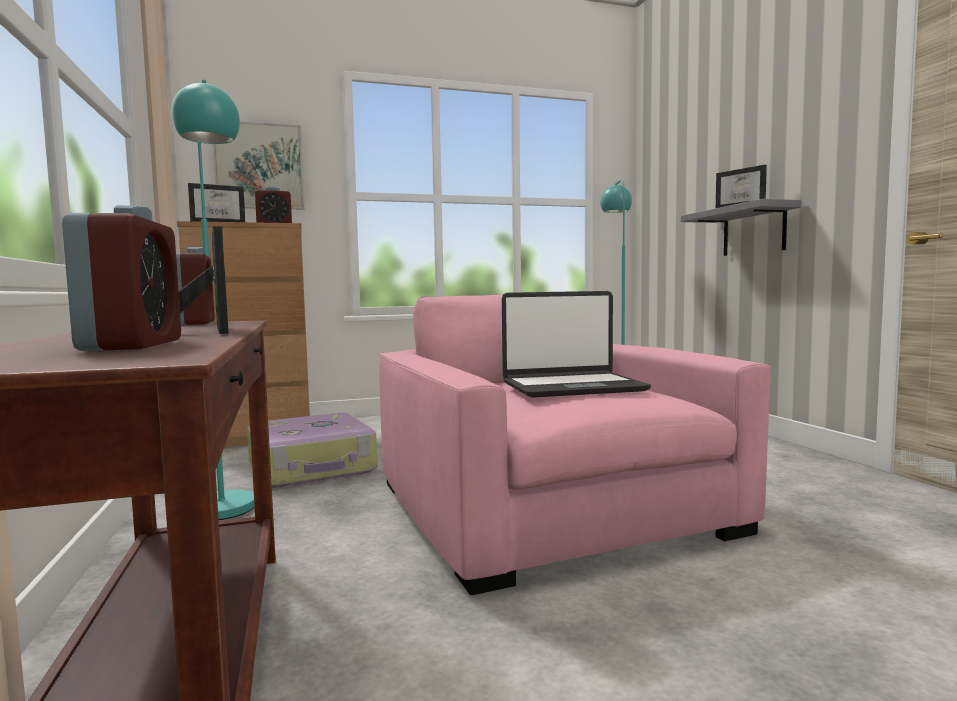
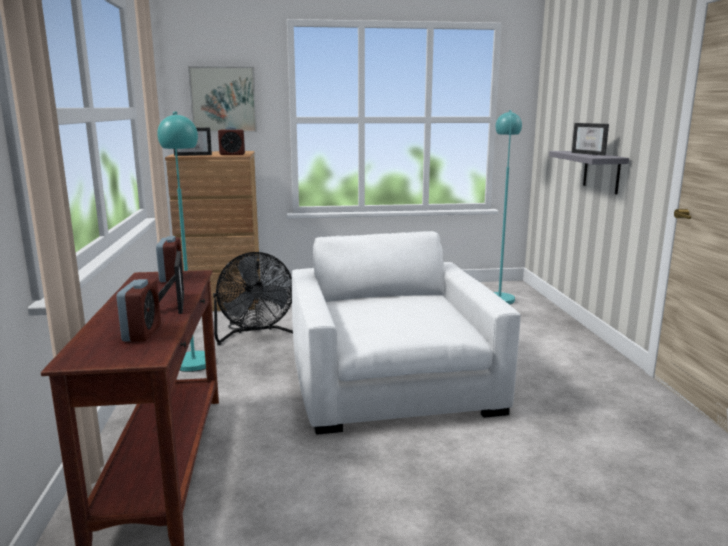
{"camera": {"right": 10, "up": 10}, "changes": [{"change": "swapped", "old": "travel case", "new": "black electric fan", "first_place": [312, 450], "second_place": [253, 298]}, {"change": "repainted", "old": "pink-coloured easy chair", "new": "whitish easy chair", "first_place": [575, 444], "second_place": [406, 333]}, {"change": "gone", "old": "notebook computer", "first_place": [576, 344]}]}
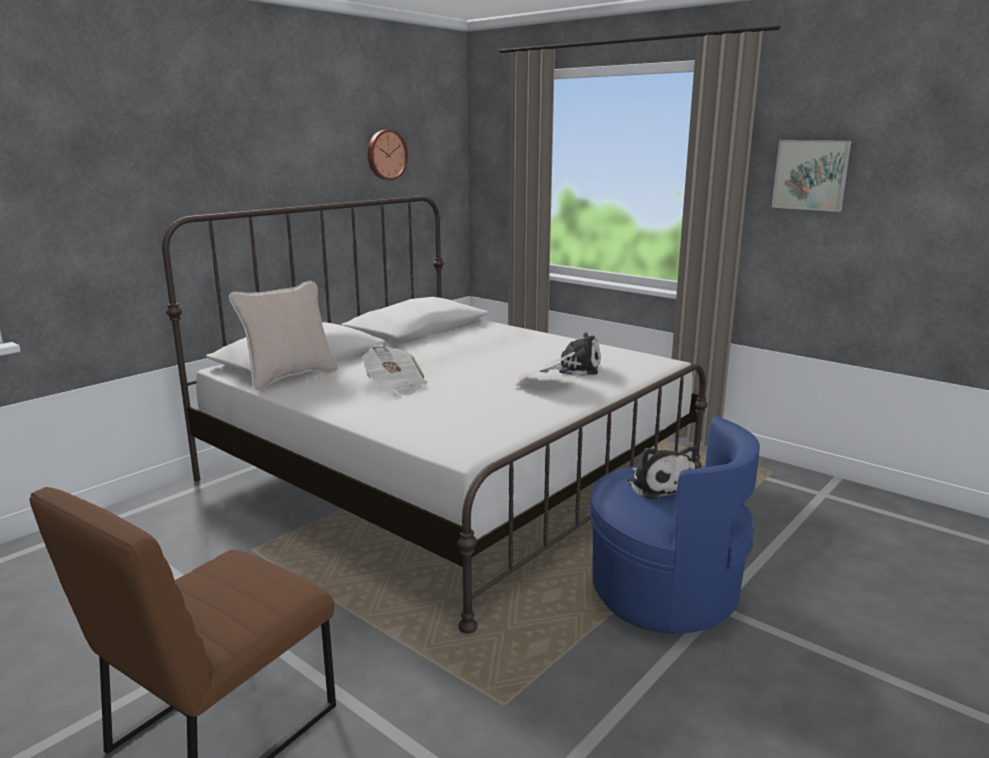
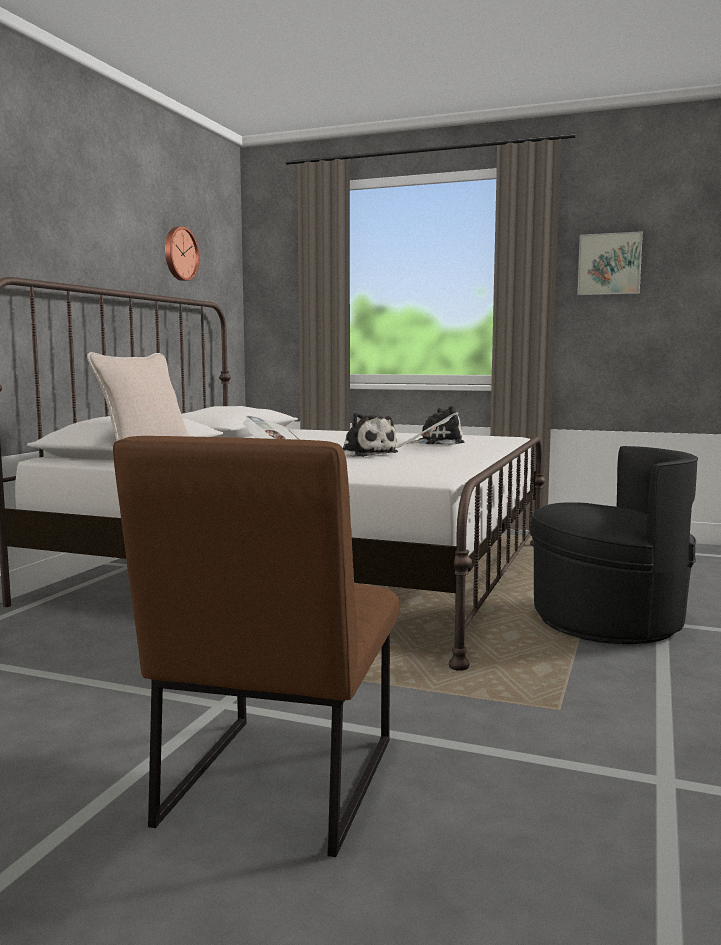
{"camera": {"right": -20, "up": -10}, "changes": [{"change": "repainted", "old": "bluish easy chair", "new": "black easy chair", "first_place": [674, 525], "second_place": [614, 545]}, {"change": "shifted", "old": "plush toy", "first_place": [661, 473], "second_place": [370, 435]}]}
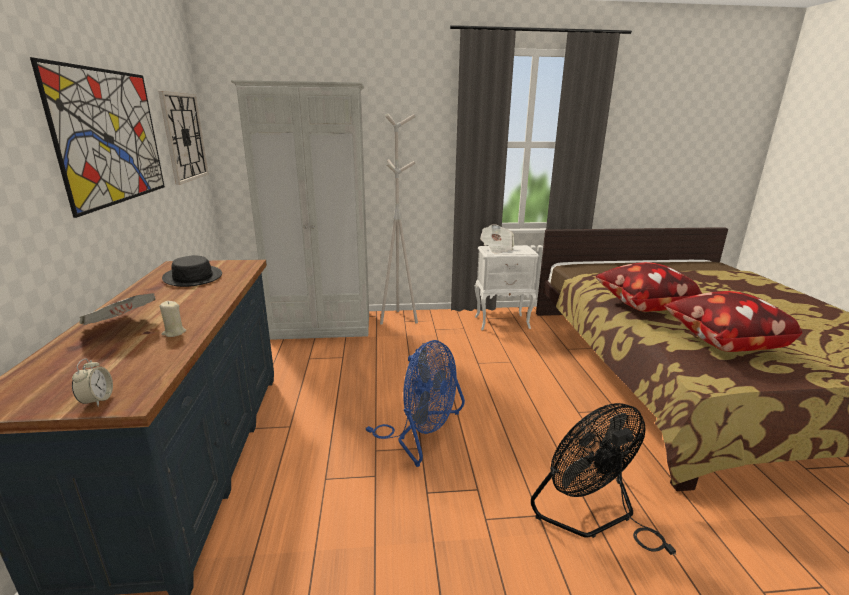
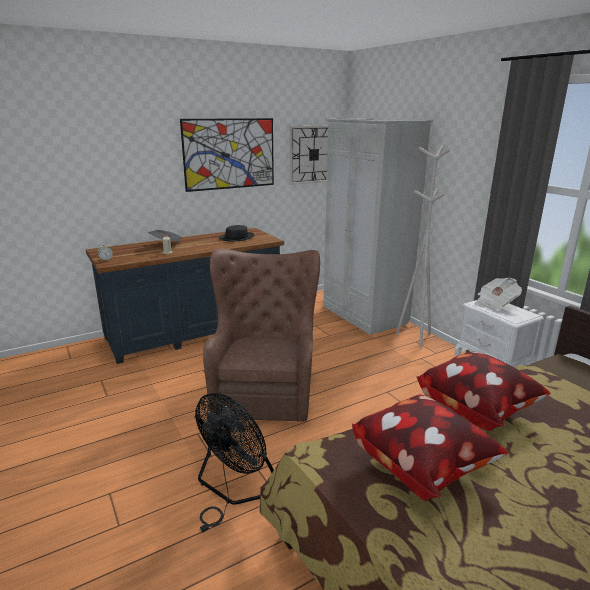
{"camera": {"right": 65, "up": 0}, "changes": [{"change": "swapped", "old": "bluish electric fan", "new": "brownish easy chair", "first_place": [415, 403], "second_place": [261, 335]}]}
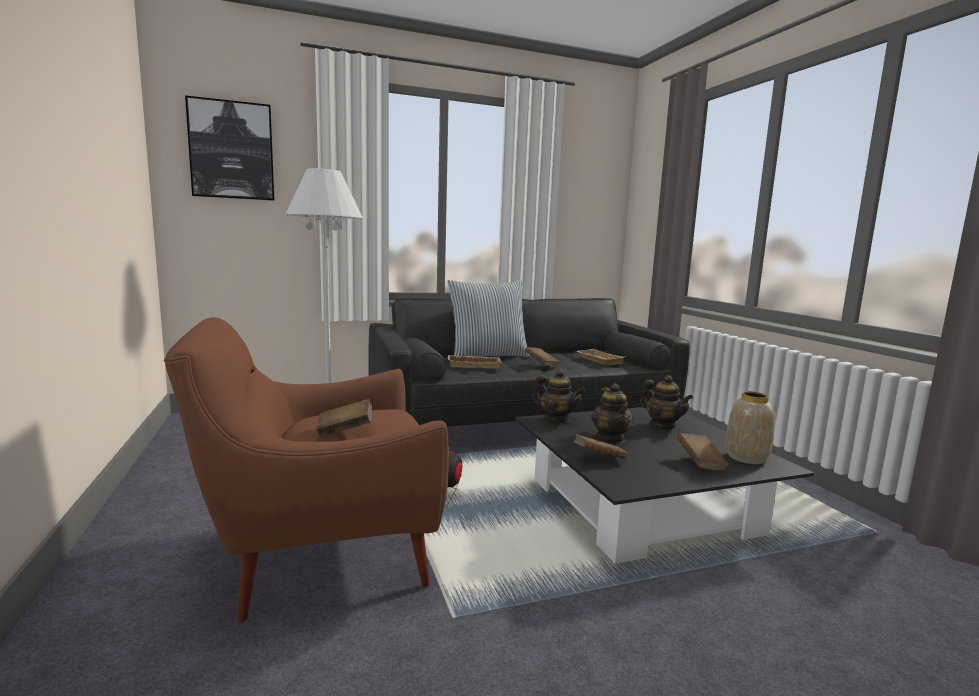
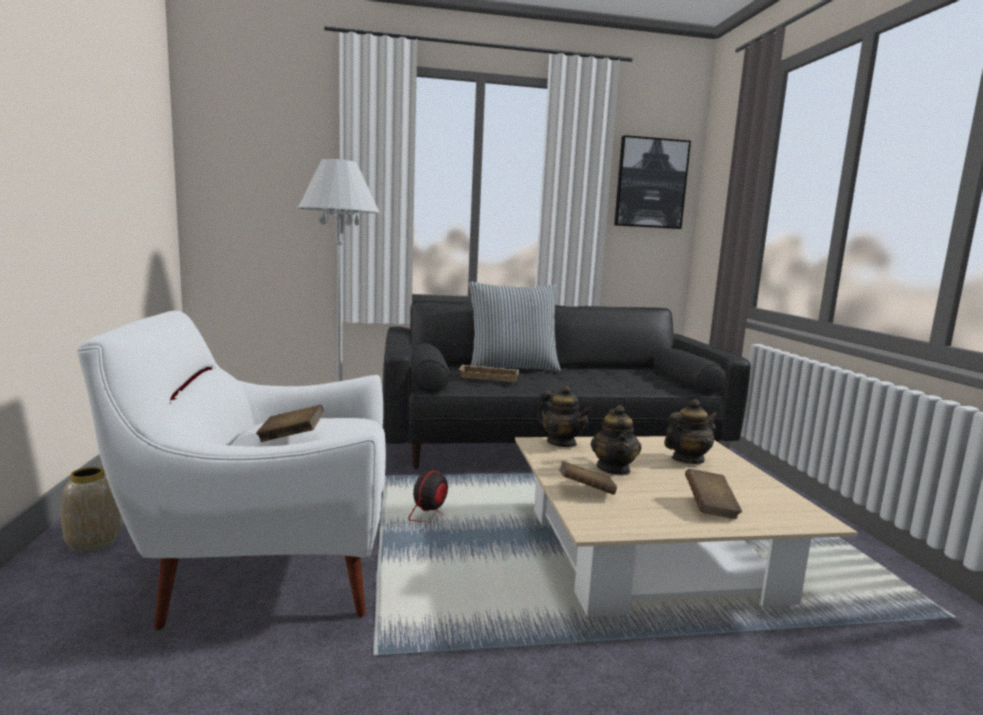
{"camera": {"right": 10, "up": 0}, "changes": [{"change": "repainted", "old": "brownish easy chair", "new": "whitish easy chair", "first_place": [306, 469], "second_place": [231, 470]}, {"change": "shifted", "old": "wall picture", "first_place": [230, 148], "second_place": [652, 182]}, {"change": "repainted", "old": "black coffee table", "new": "beige-coloured coffee table", "first_place": [664, 485], "second_place": [686, 526]}, {"change": "gone", "old": "brownish book", "first_place": [542, 356]}, {"change": "gone", "old": "beige-coloured serving tray", "first_place": [601, 357]}, {"change": "rotated", "old": "pot for tea", "first_place": [666, 402], "second_place": [691, 431], "degrees": -90}, {"change": "shifted", "old": "decorative vase", "first_place": [750, 427], "second_place": [91, 510]}]}
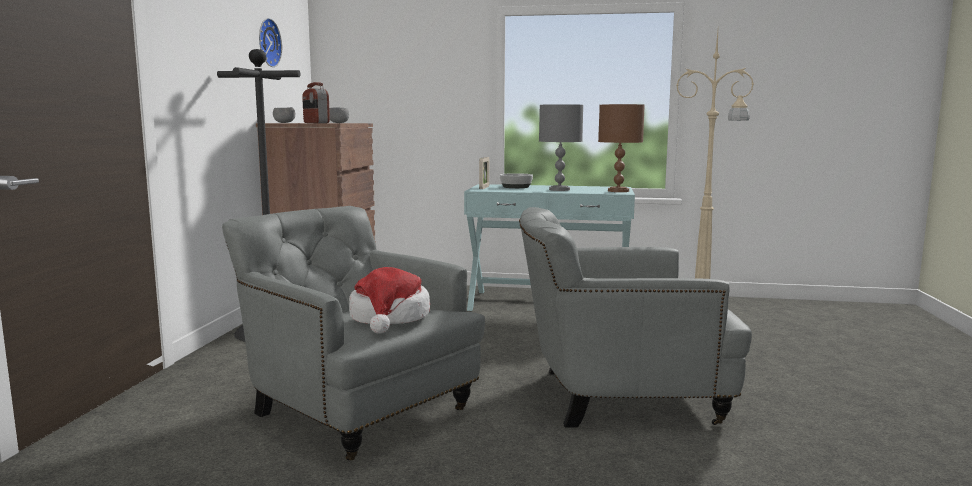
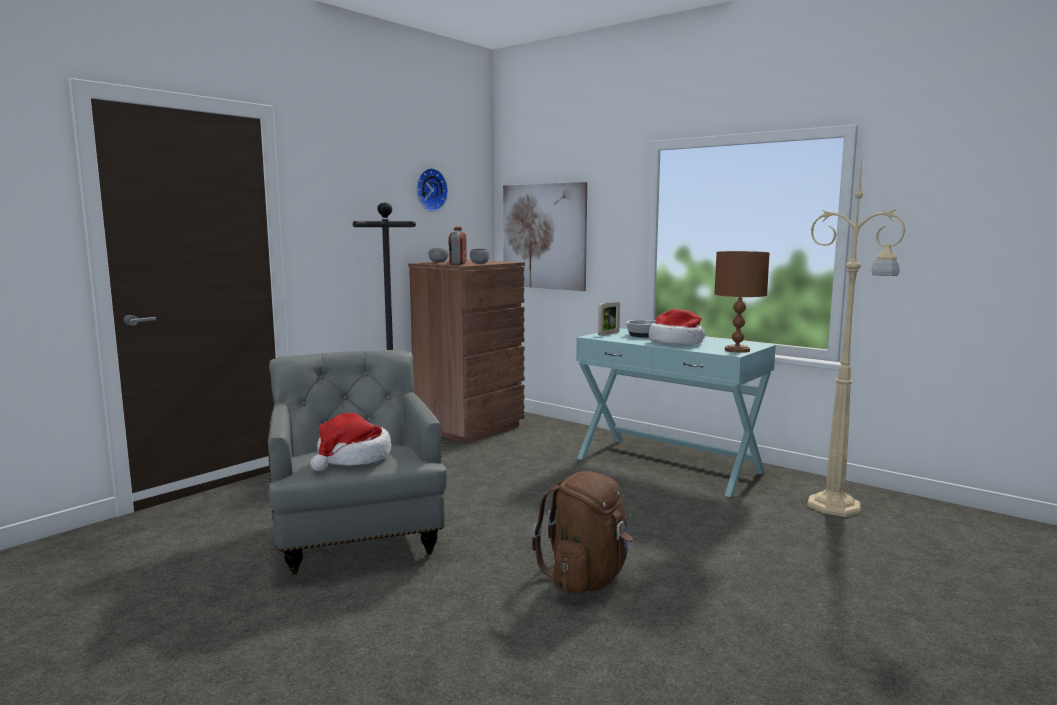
{"camera": {"right": 30, "up": 0}, "changes": [{"change": "swapped", "old": "gray easy chair", "new": "brownish rucksack", "first_place": [635, 317], "second_place": [582, 532]}, {"change": "swapped", "old": "gray table lamp", "new": "wearable hat", "first_place": [561, 147], "second_place": [677, 327]}, {"change": "new", "new": "wall picture", "second_place": [545, 236]}]}
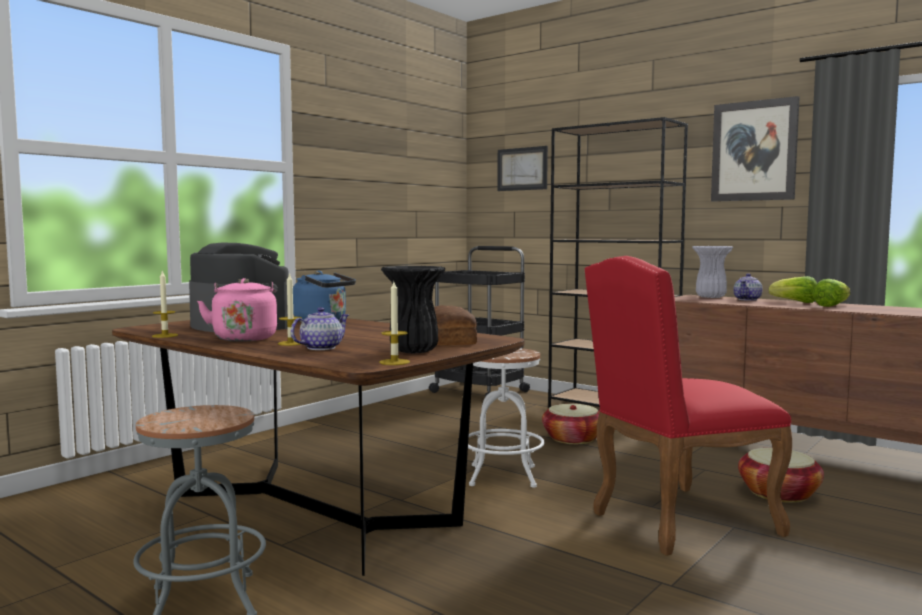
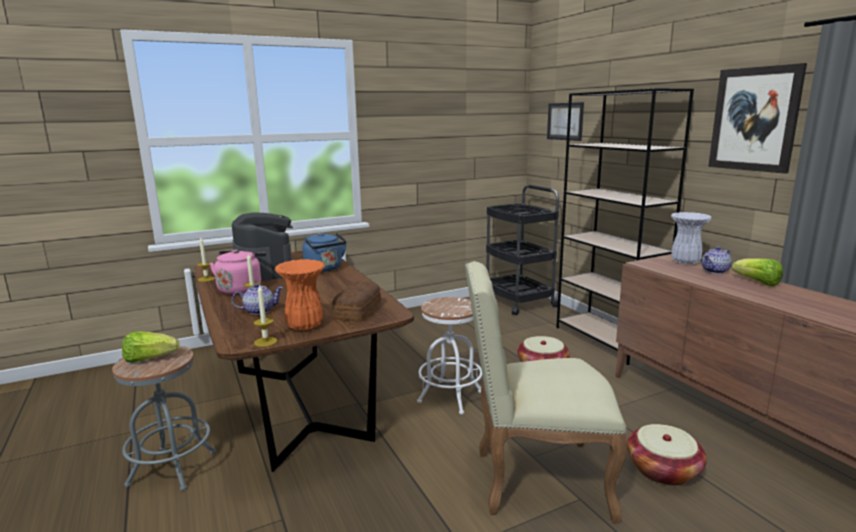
{"camera": {"right": 25, "up": 10}, "changes": [{"change": "repainted", "old": "black decorative vase", "new": "orange-coloured decorative vase", "first_place": [413, 309], "second_place": [300, 294]}, {"change": "repainted", "old": "red plain chair", "new": "beige-coloured plain chair", "first_place": [688, 406], "second_place": [546, 392]}, {"change": "shifted", "old": "head of lettuce", "first_place": [831, 293], "second_place": [150, 347]}]}
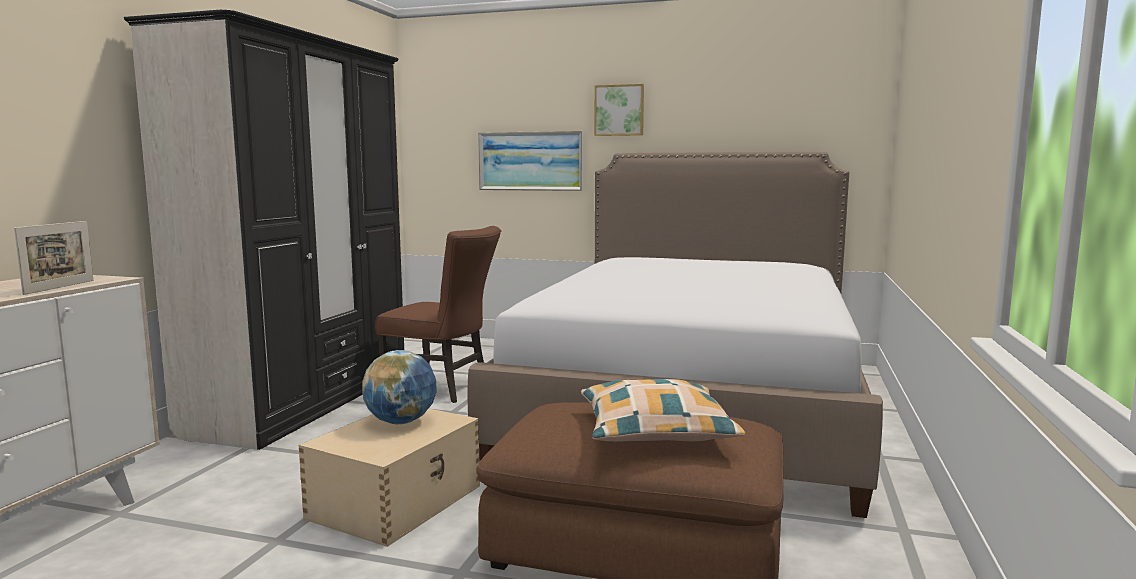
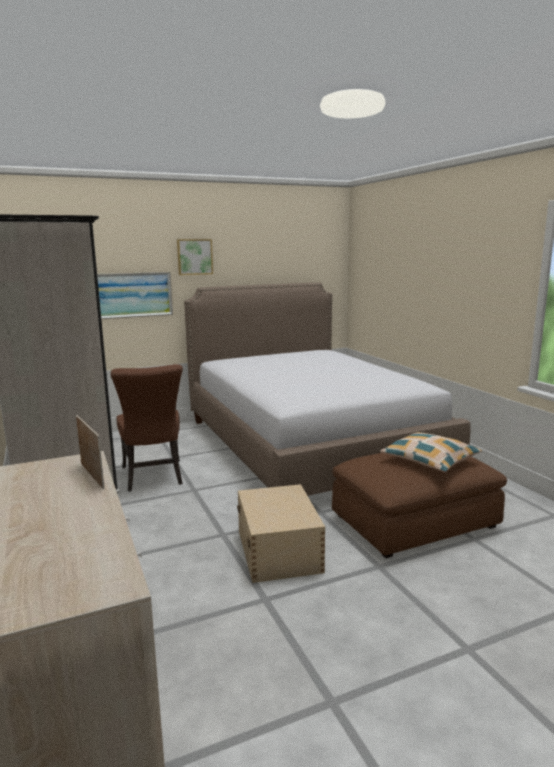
{"camera": {"right": -40, "up": 5}, "changes": [{"change": "gone", "old": "globe", "first_place": [399, 387]}, {"change": "rotated", "old": "brownish plain chair", "first_place": [438, 314], "second_place": [146, 428], "degrees": 90}]}
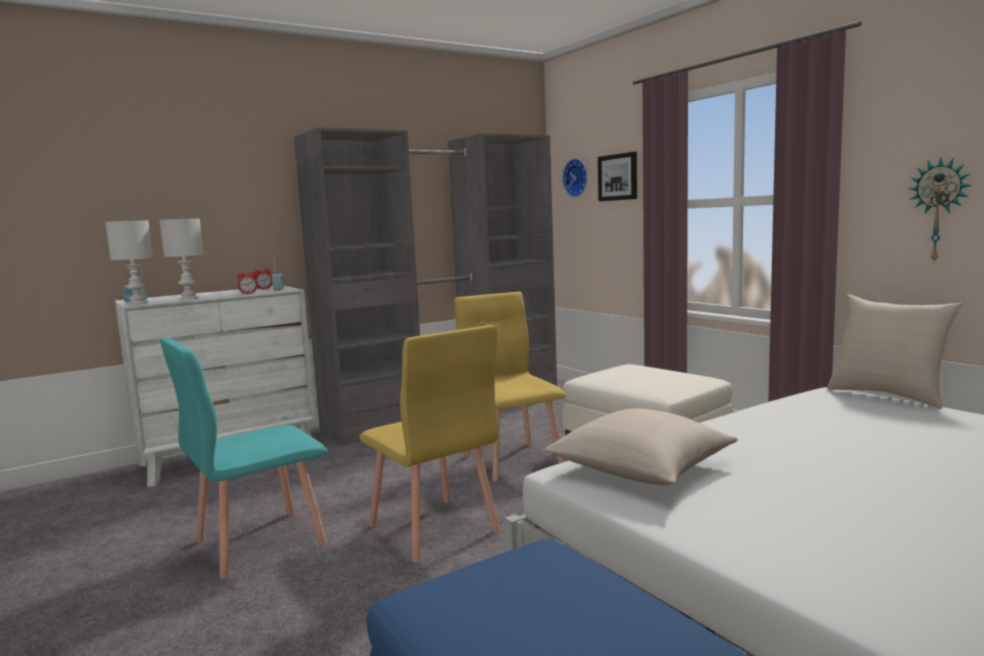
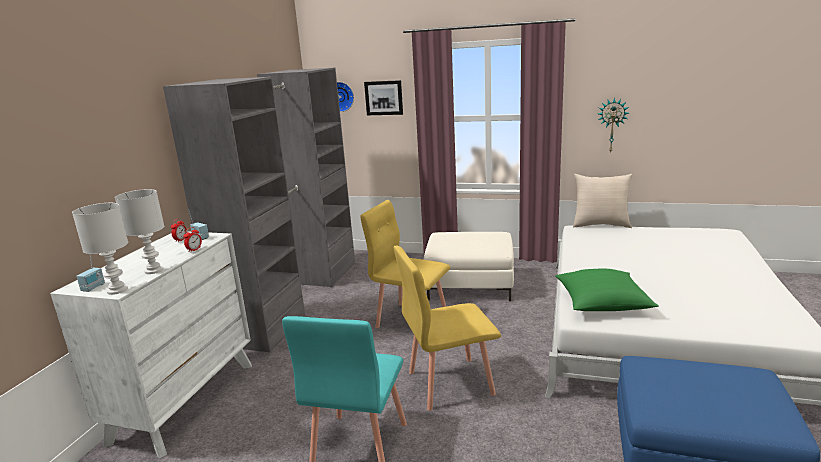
{"camera": {"right": -40, "up": 10}, "changes": [{"change": "rotated", "old": "yellow-coloured plain chair", "first_place": [430, 444], "second_place": [447, 328], "degrees": 150}, {"change": "repainted", "old": "beige-coloured throw pillow", "new": "green throw pillow", "first_place": [641, 446], "second_place": [607, 290]}]}
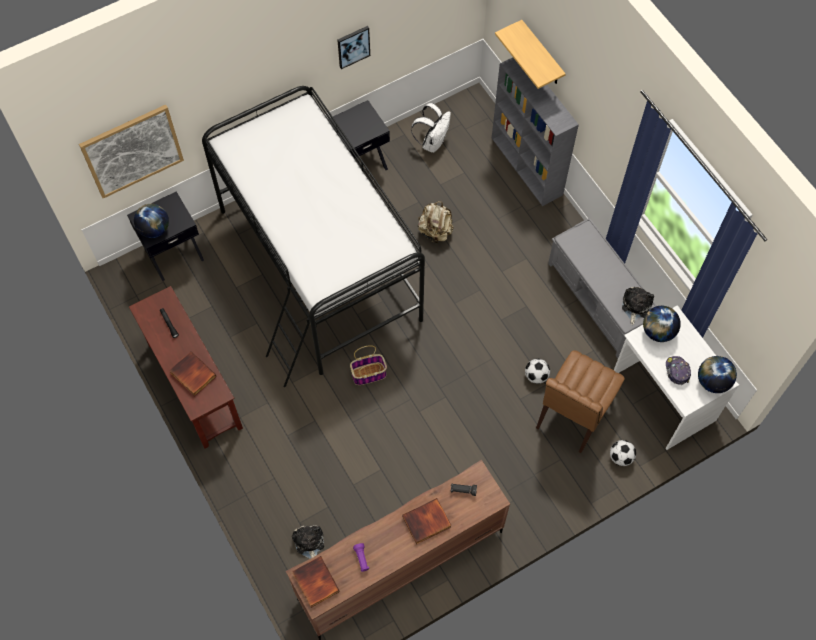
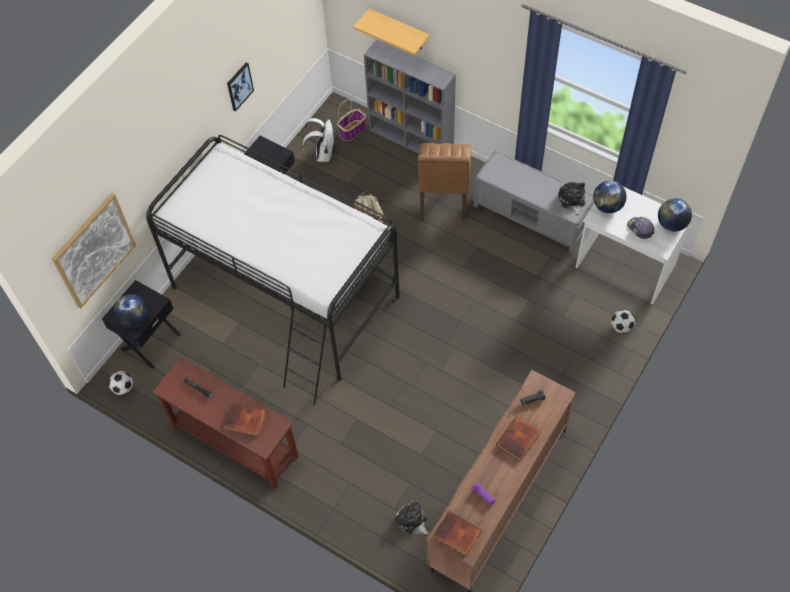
{"camera": {"right": -25, "up": -5}, "changes": [{"change": "shifted", "old": "household basket", "first_place": [368, 365], "second_place": [351, 120]}, {"change": "shifted", "old": "football", "first_place": [537, 371], "second_place": [121, 383]}, {"change": "shifted", "old": "brownish plain chair", "first_place": [580, 401], "second_place": [444, 182]}]}
